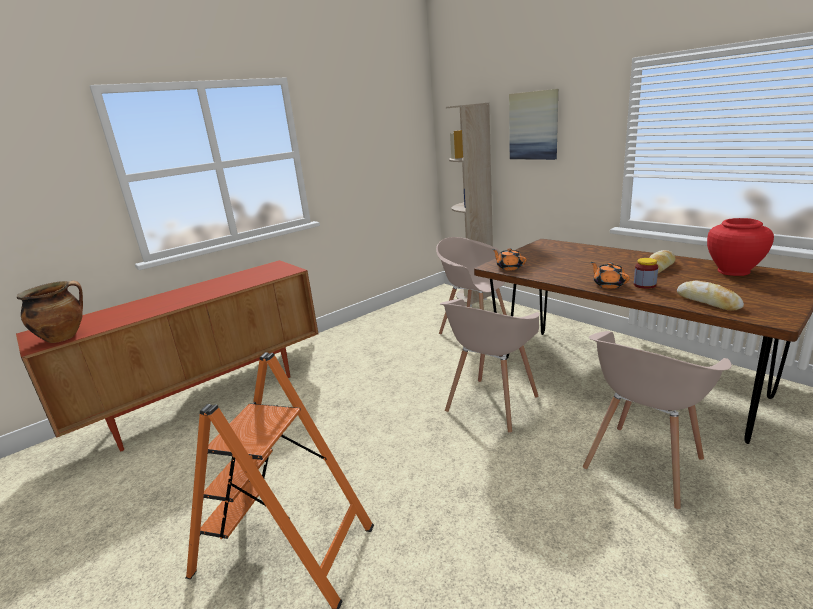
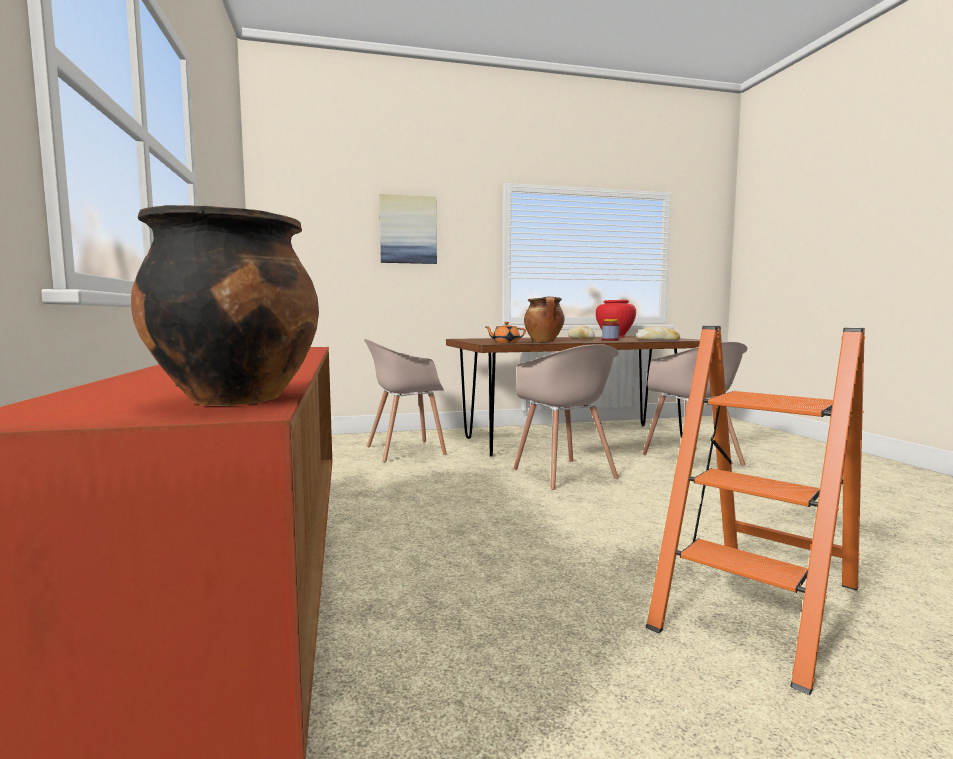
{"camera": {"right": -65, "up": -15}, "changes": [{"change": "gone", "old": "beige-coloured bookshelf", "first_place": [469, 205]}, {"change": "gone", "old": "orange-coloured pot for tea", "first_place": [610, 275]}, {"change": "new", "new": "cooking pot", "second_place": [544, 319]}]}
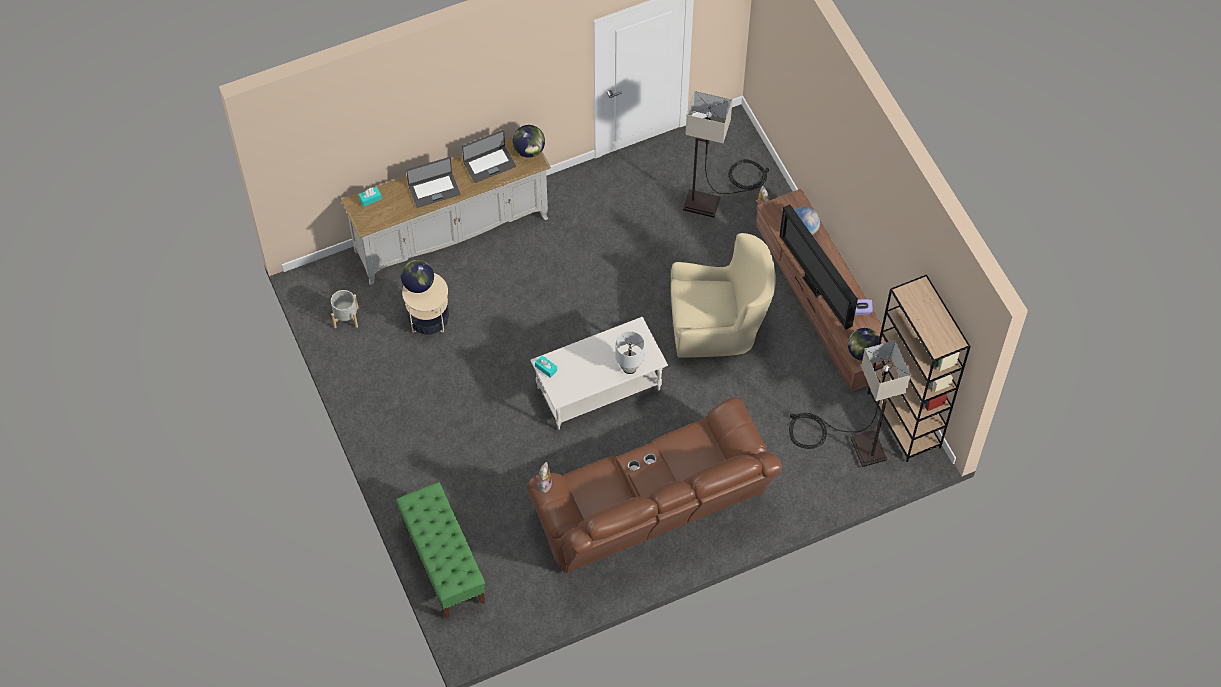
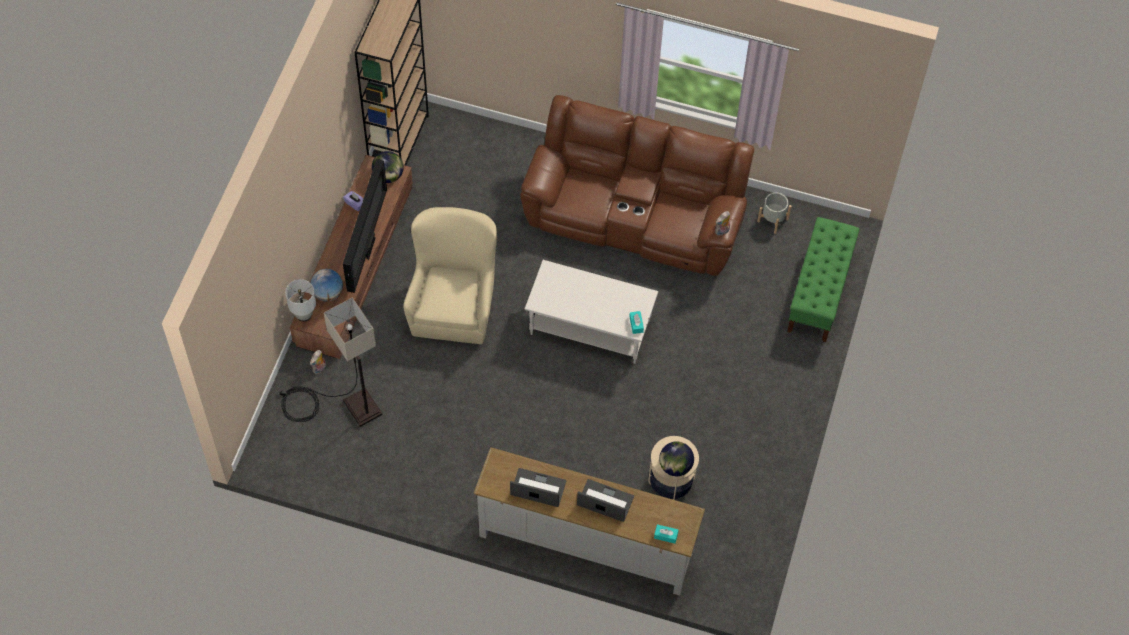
{"camera": {"right": -140, "up": 0}, "changes": [{"change": "shifted", "old": "gray planter", "first_place": [345, 309], "second_place": [774, 213]}, {"change": "gone", "old": "globe", "first_place": [528, 141]}, {"change": "shifted", "old": "whitish table lamp", "first_place": [630, 352], "second_place": [300, 300]}, {"change": "rotated", "old": "beige-coloured easy chair", "first_place": [723, 295], "second_place": [450, 275], "degrees": 60}, {"change": "gone", "old": "floor lamp", "first_place": [850, 403]}]}
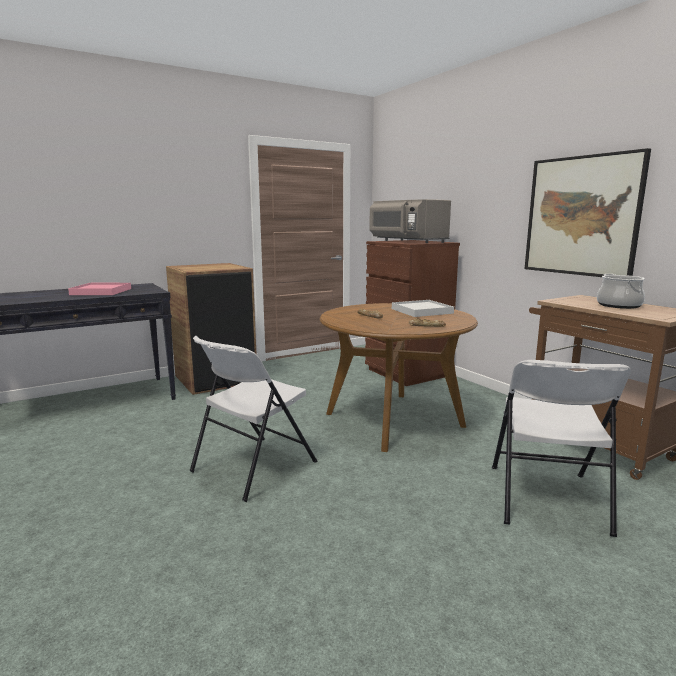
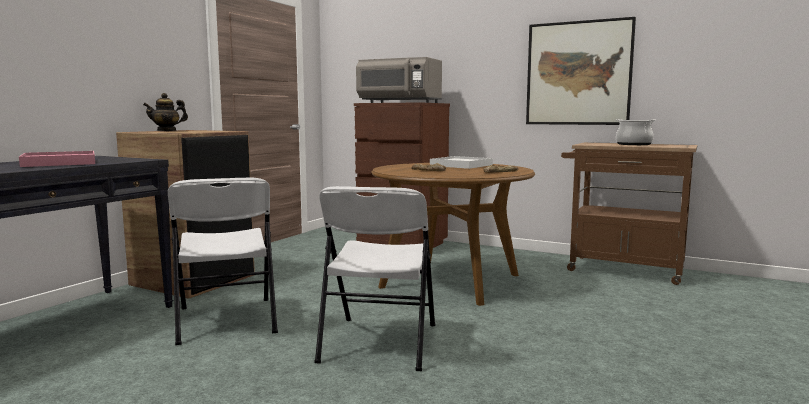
{"camera": {"right": -30, "up": -5}, "changes": [{"change": "shifted", "old": "whitish plain chair", "first_place": [561, 448], "second_place": [223, 261]}, {"change": "new", "new": "pot for tea", "second_place": [165, 112]}]}
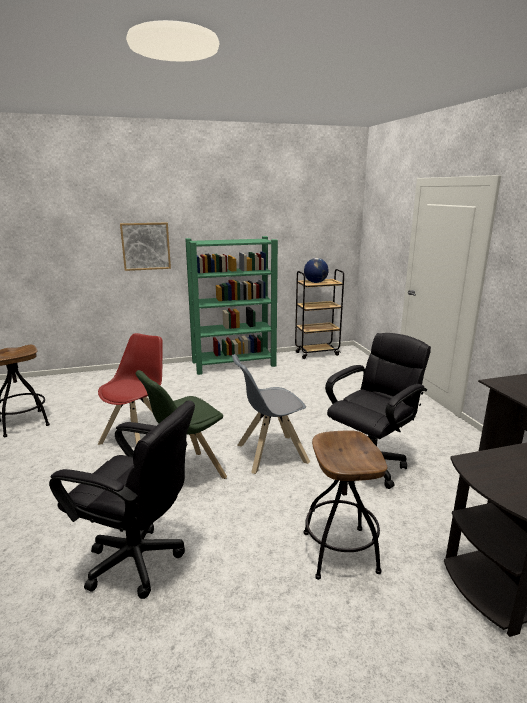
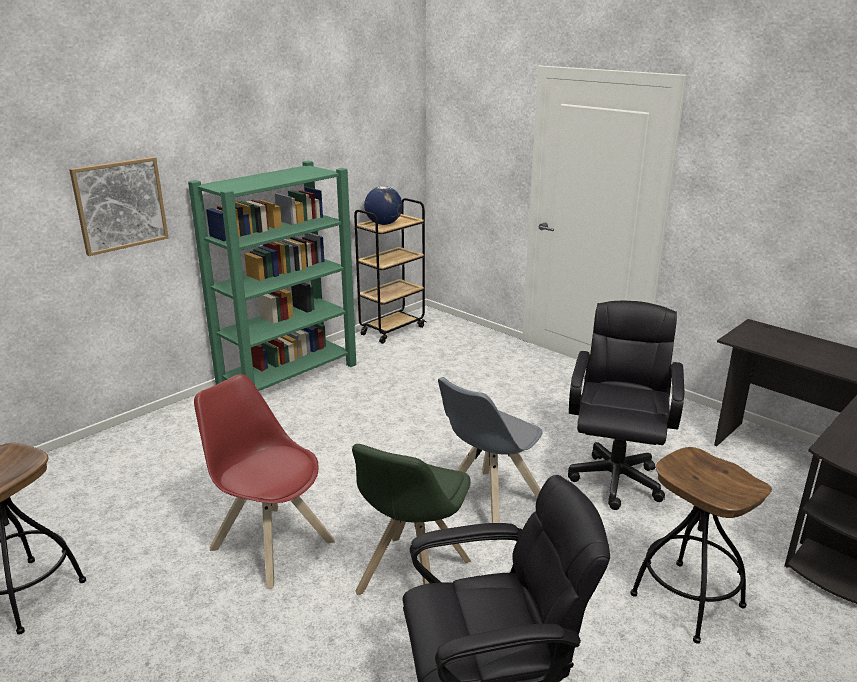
{"camera": {"right": -30, "up": 5}, "changes": [{"change": "rotated", "old": "red plain chair", "first_place": [130, 389], "second_place": [264, 481], "degrees": -45}]}
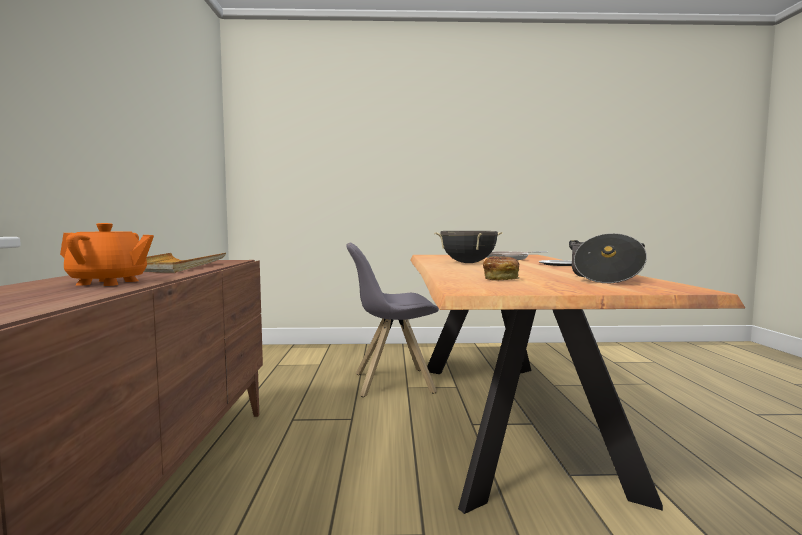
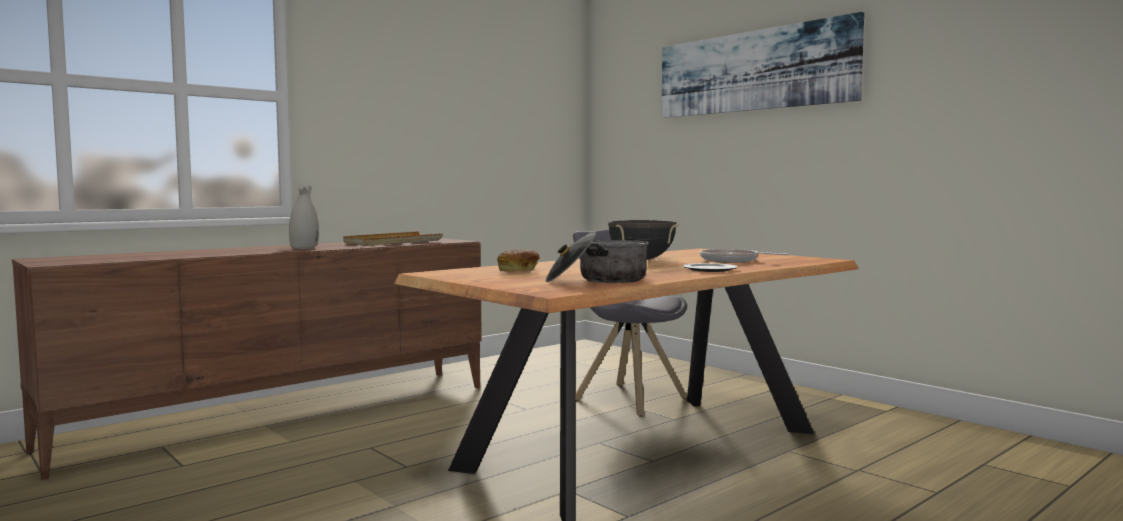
{"camera": {"right": 50, "up": 0}, "changes": [{"change": "swapped", "old": "orange-coloured pot for tea", "new": "whitish decorative vase", "first_place": [107, 254], "second_place": [304, 217]}, {"change": "new", "new": "wall picture", "second_place": [762, 65]}]}
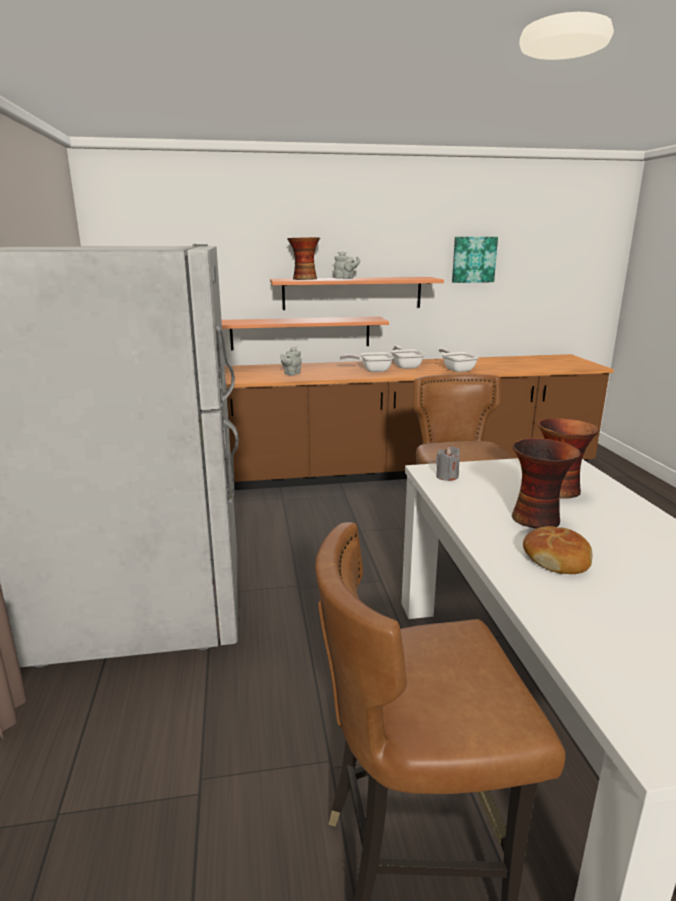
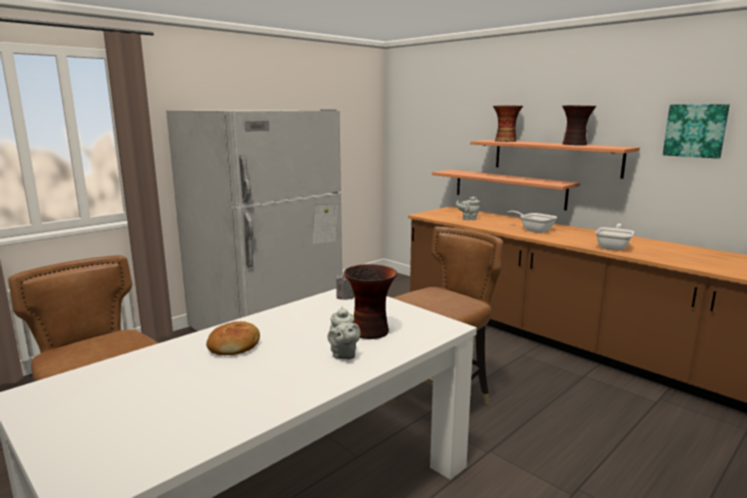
{"camera": {"right": 55, "up": -5}, "changes": [{"change": "shifted", "old": "gray pot for tea", "first_place": [347, 265], "second_place": [344, 332]}, {"change": "gone", "old": "pan", "first_place": [408, 357]}, {"change": "shifted", "old": "decorative vase", "first_place": [546, 483], "second_place": [579, 125]}]}
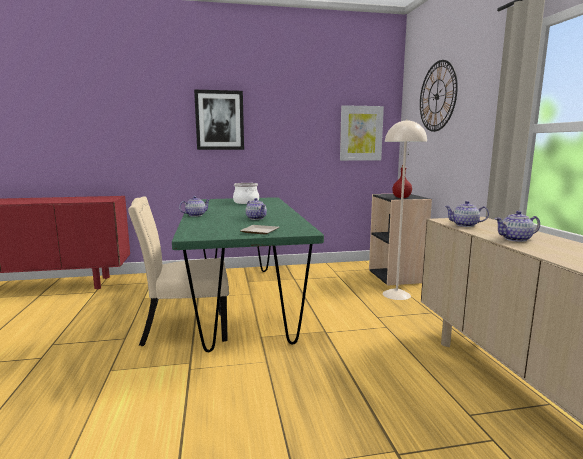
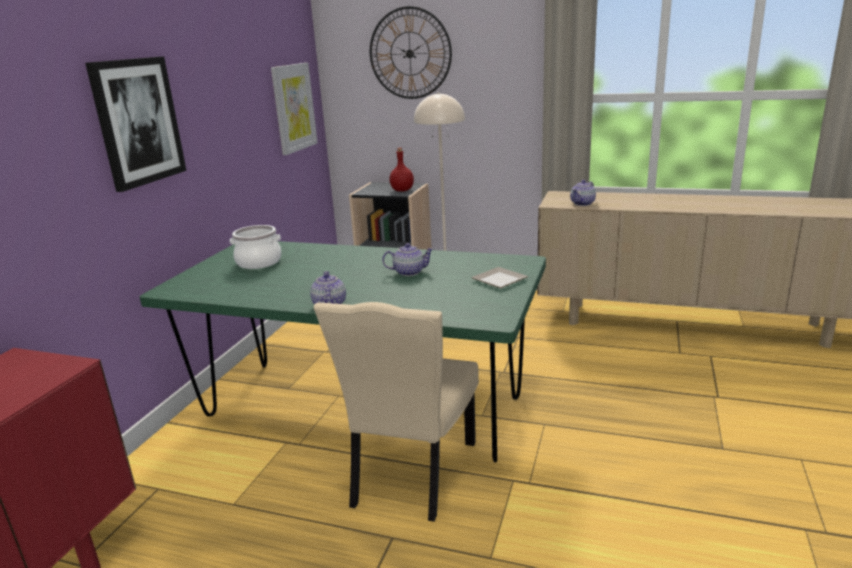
{"camera": {"right": -60, "up": 10}, "changes": [{"change": "gone", "old": "pot for tea", "first_place": [517, 226]}]}
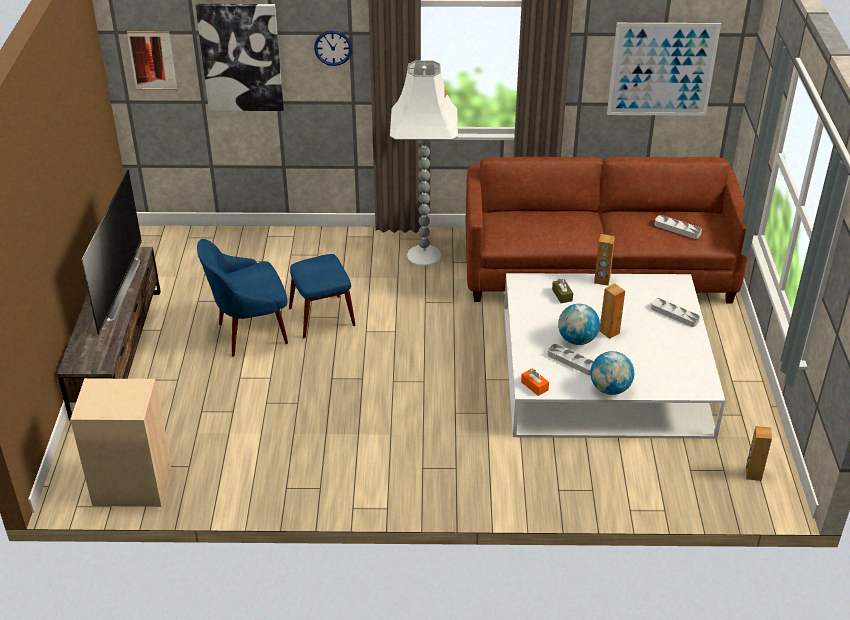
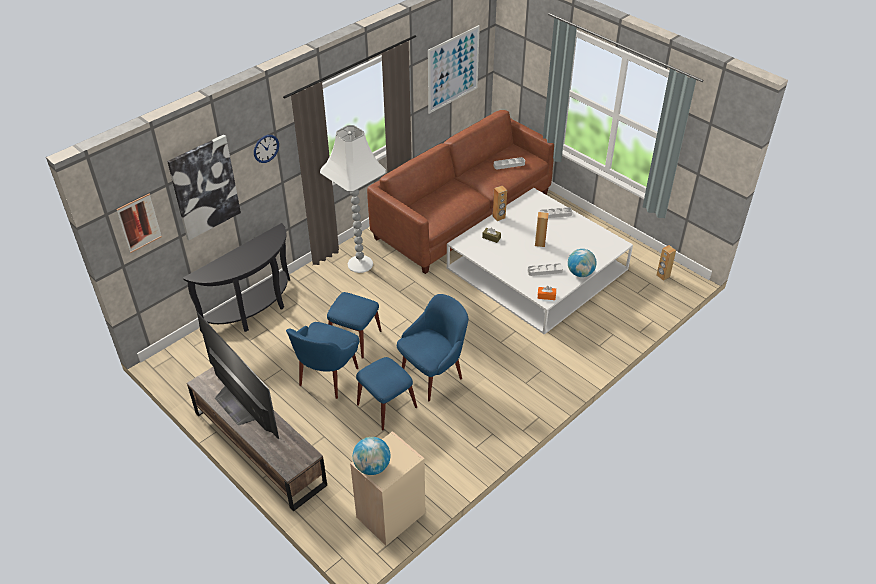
{"camera": {"right": -45, "up": 5}, "changes": [{"change": "shifted", "old": "globe", "first_place": [579, 324], "second_place": [371, 456]}, {"change": "new", "new": "black console table", "second_place": [236, 277]}, {"change": "new", "new": "bluish easy chair", "second_place": [412, 362]}]}
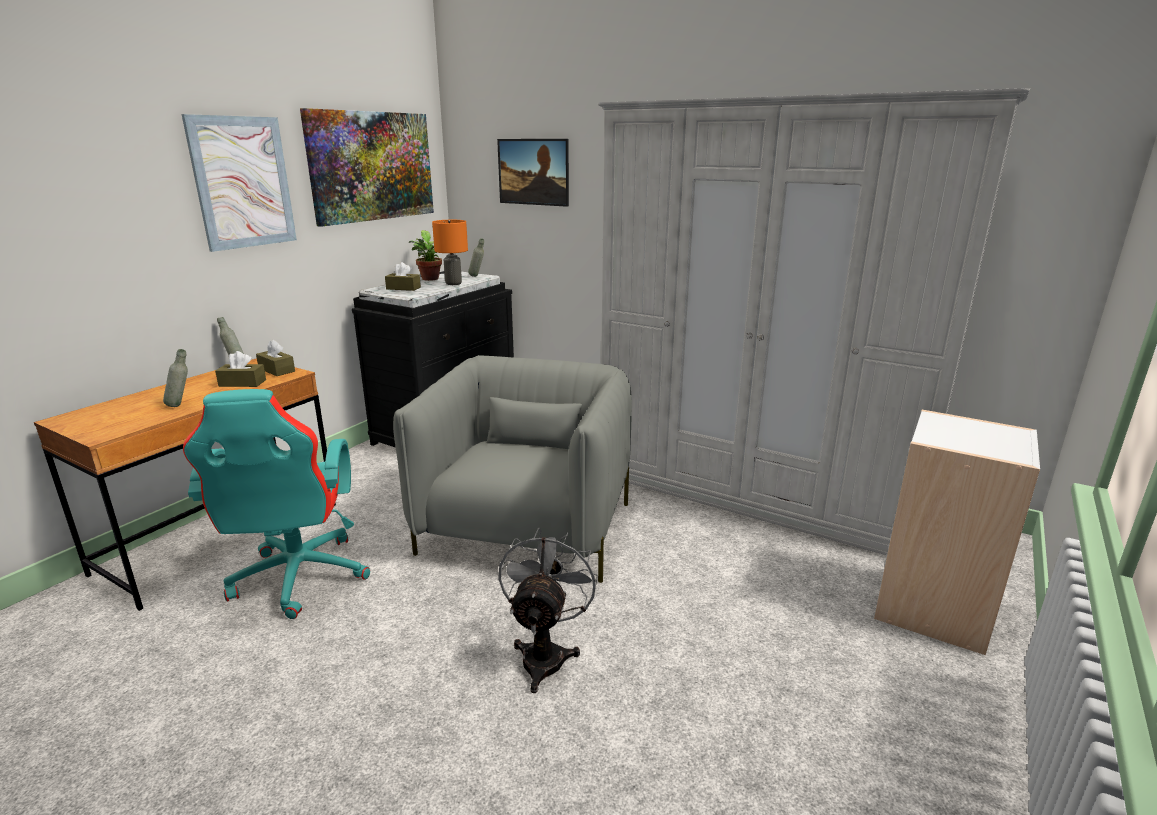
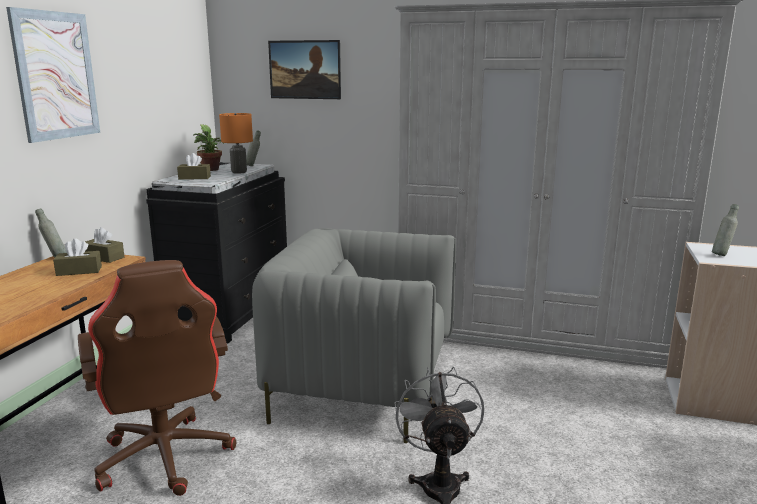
{"camera": {"right": -15, "up": -5}, "changes": [{"change": "shifted", "old": "gray beverage bottle", "first_place": [175, 378], "second_place": [725, 230]}, {"change": "repainted", "old": "blue-green office chair", "new": "brownish office chair", "first_place": [276, 504], "second_place": [157, 378]}, {"change": "gone", "old": "wall picture", "first_place": [367, 167]}, {"change": "rotated", "old": "gray easy chair", "first_place": [512, 469], "second_place": [354, 335], "degrees": -75}]}
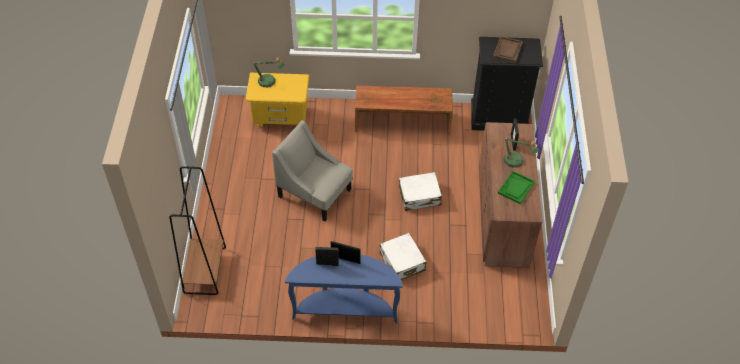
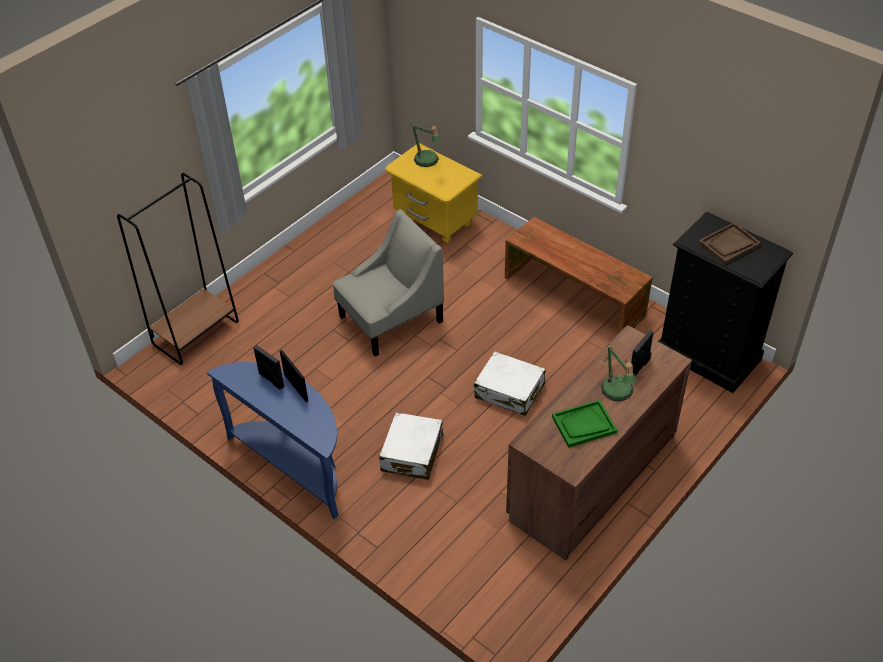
{"camera": {"right": 40, "up": -5}, "changes": [{"change": "rotated", "old": "gray easy chair", "first_place": [312, 171], "second_place": [388, 283], "degrees": 75}]}
